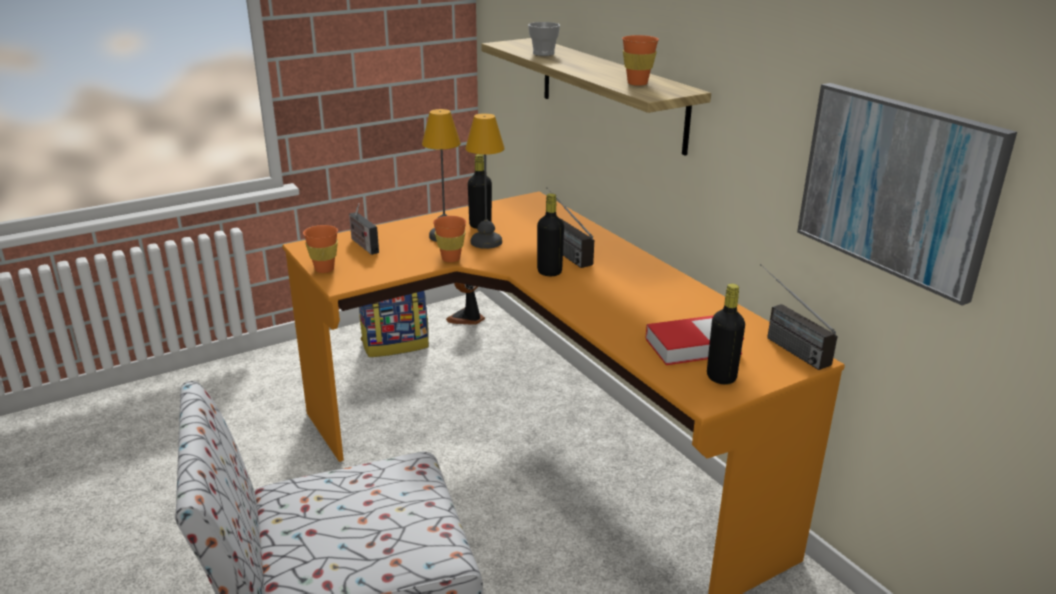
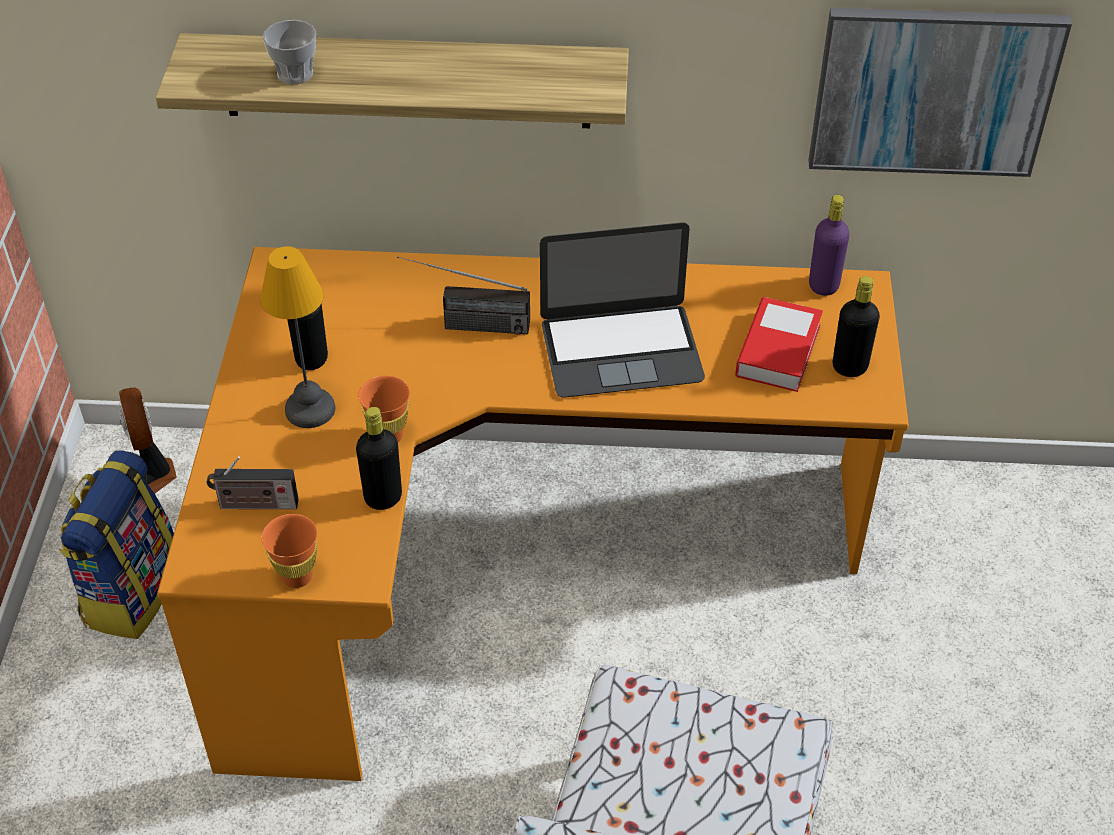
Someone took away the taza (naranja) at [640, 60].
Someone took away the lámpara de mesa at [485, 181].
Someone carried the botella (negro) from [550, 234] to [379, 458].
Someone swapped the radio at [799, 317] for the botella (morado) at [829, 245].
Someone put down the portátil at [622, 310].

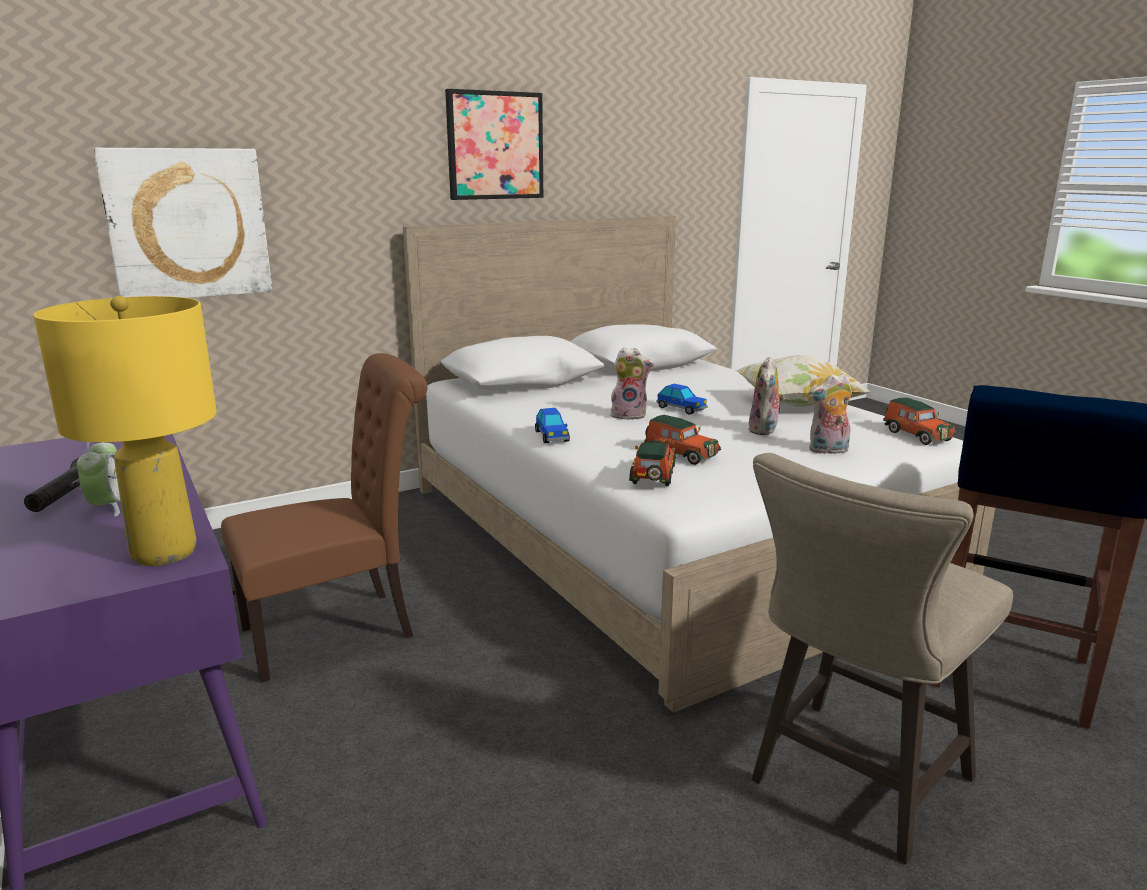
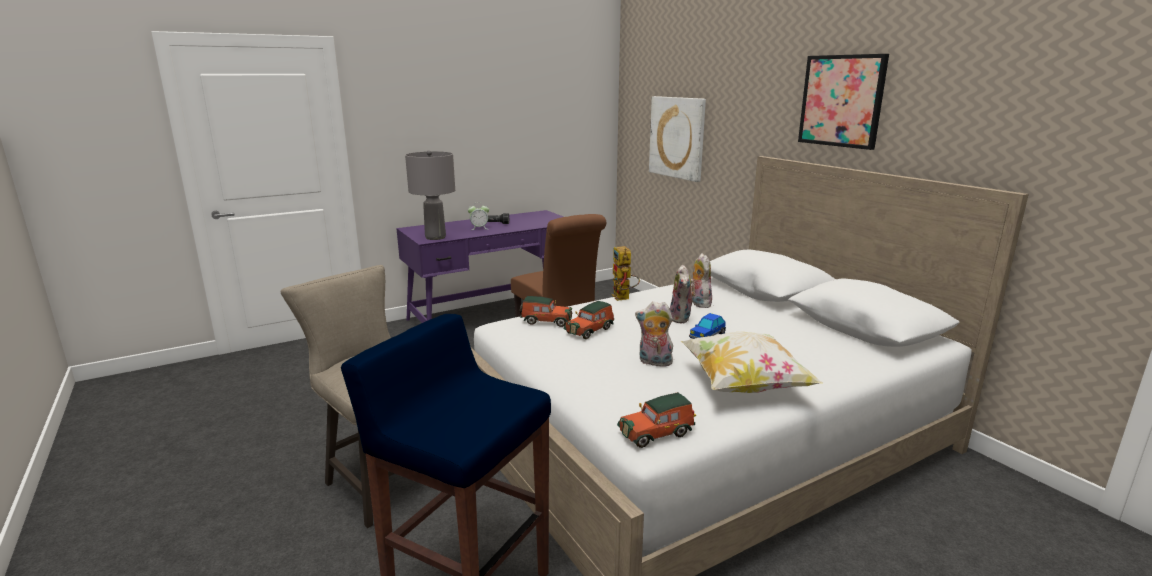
Someone repainted the lámpara de mesa (amarillo) at [125, 431], which became the lámpara de mesa (gris) at [430, 195].
Someone carried the peluche from [830, 414] to [701, 280].
Someone swapped the coche de juguete at [552, 425] for the robot de juguete at [625, 273].

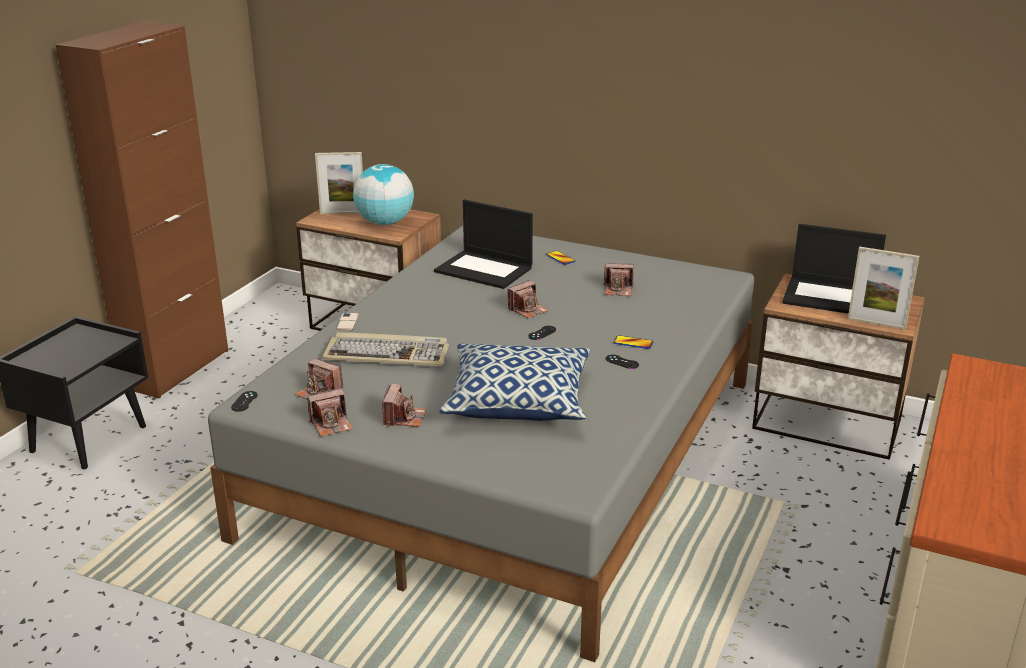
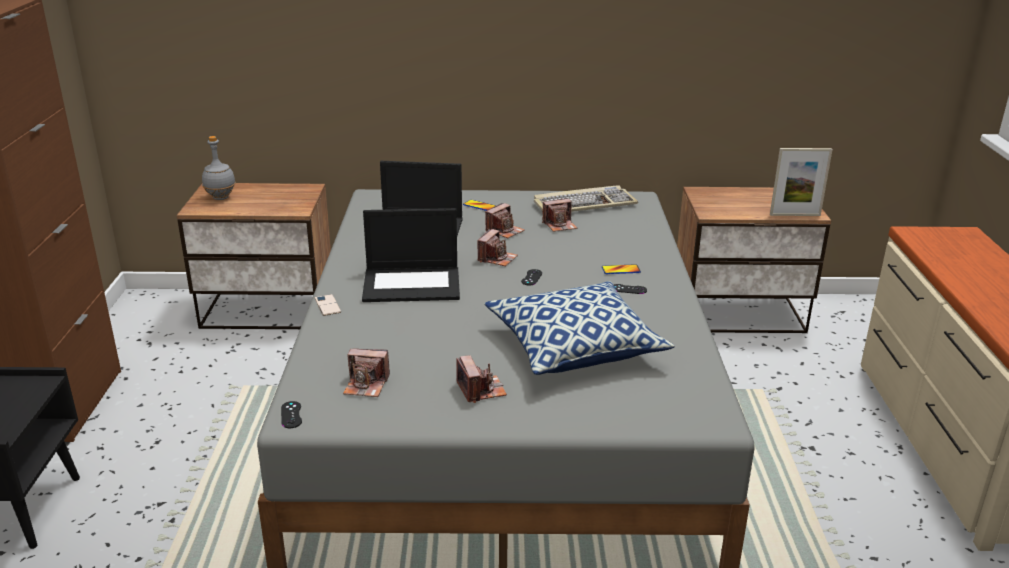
Someone swapped the portarretratos at [339, 183] for the botella (gris) at [219, 168].
Someone took away the globo terráqueo at [383, 194].
Someone carried the portátil from [834, 269] to [411, 255].
Someone carried the teclado from [385, 349] to [586, 198].
Someone carried the cámara from [330, 412] to [505, 220].

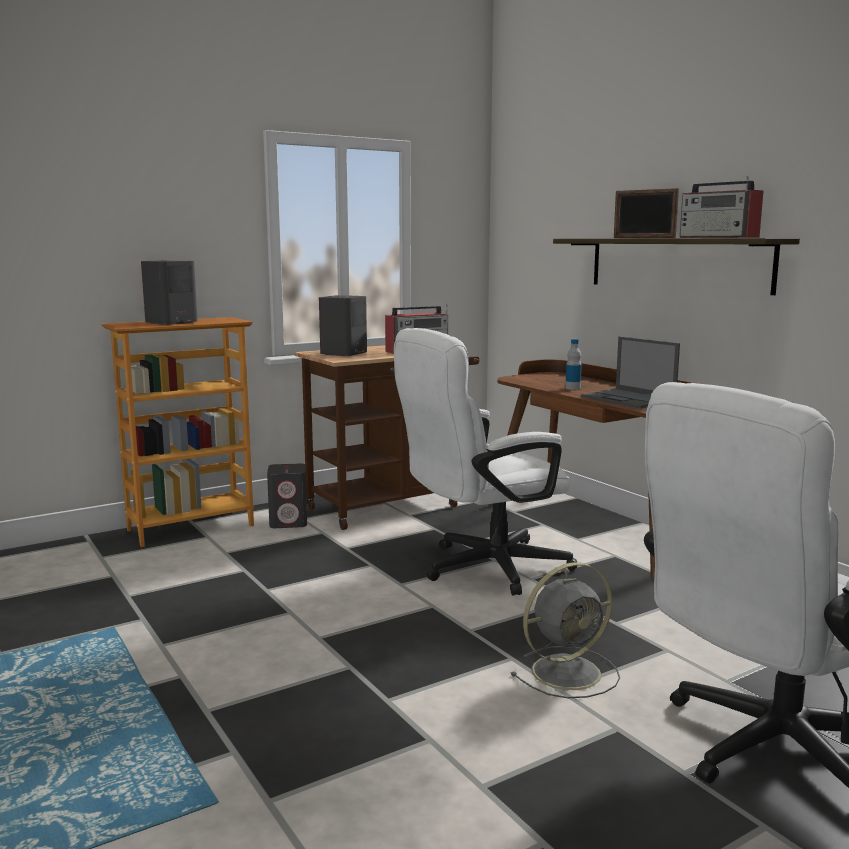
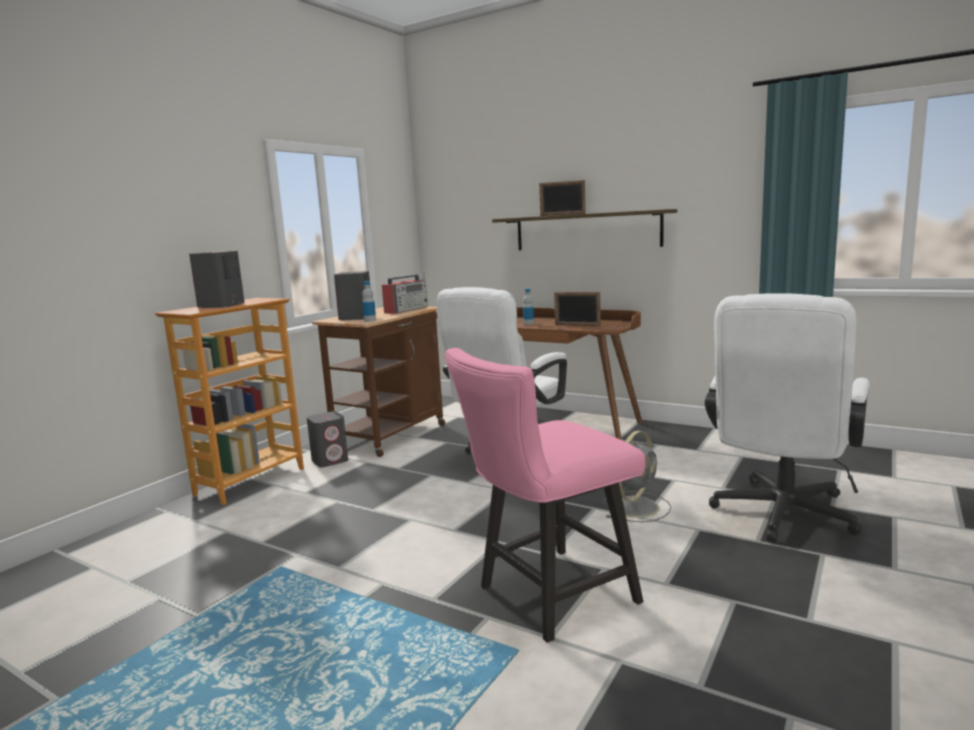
Someone took away the radio at [721, 207].
Someone swapped the portátil at [630, 372] for the portarretratos at [577, 309].
Someone put down the botella at [369, 301].
Someone put down the silla (rosa) at [545, 495].

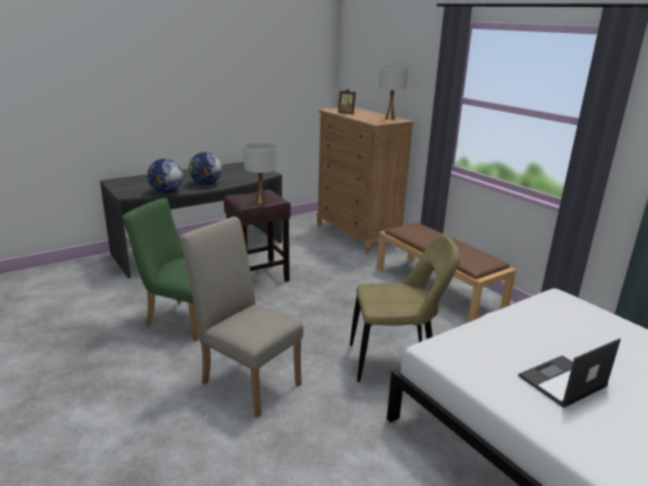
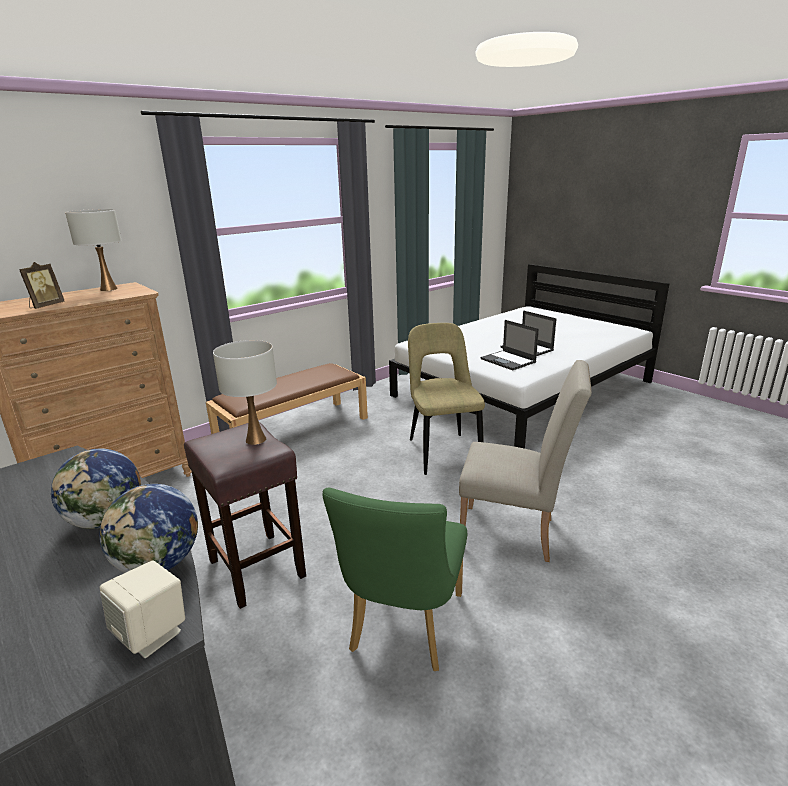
Someone rotated the silla (beis) at [241, 317] by 105 degrees counterclockwise.
Someone put down the portátil at [510, 345].
Someone put down the altavoz (beis) at [142, 609].

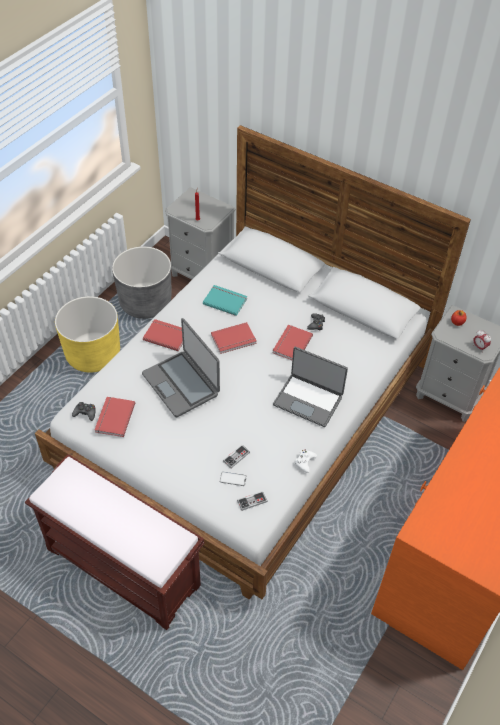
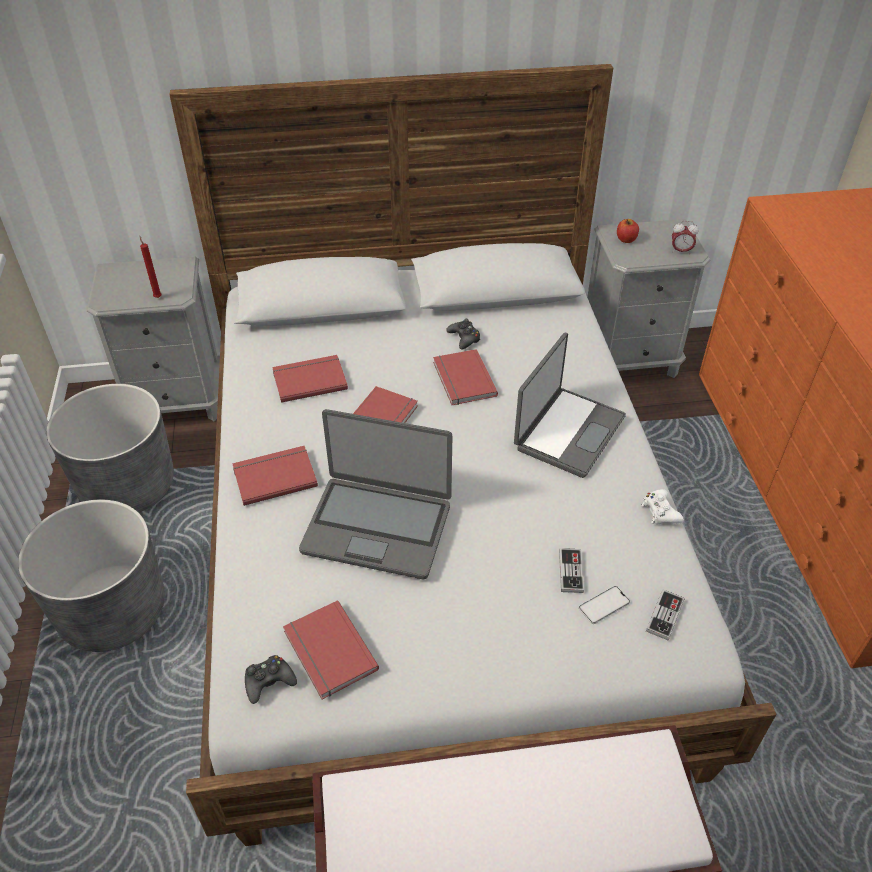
Someone repainted the libro (turquesa) at [225, 300], which became the libro (rojo) at [310, 379].
Someone repainted the maceta (amarillo) at [87, 334], which became the maceta (gris) at [91, 576].
Someone rotated the portátil at [310, 387] by 45 degrees counterclockwise.

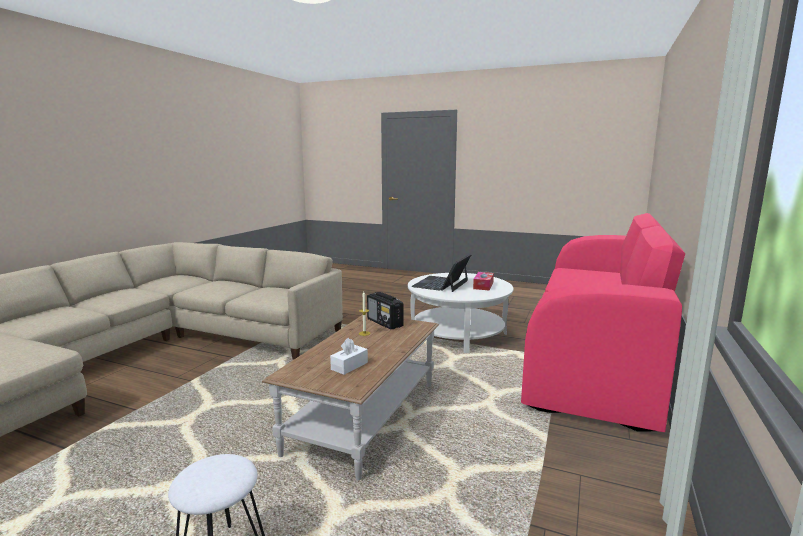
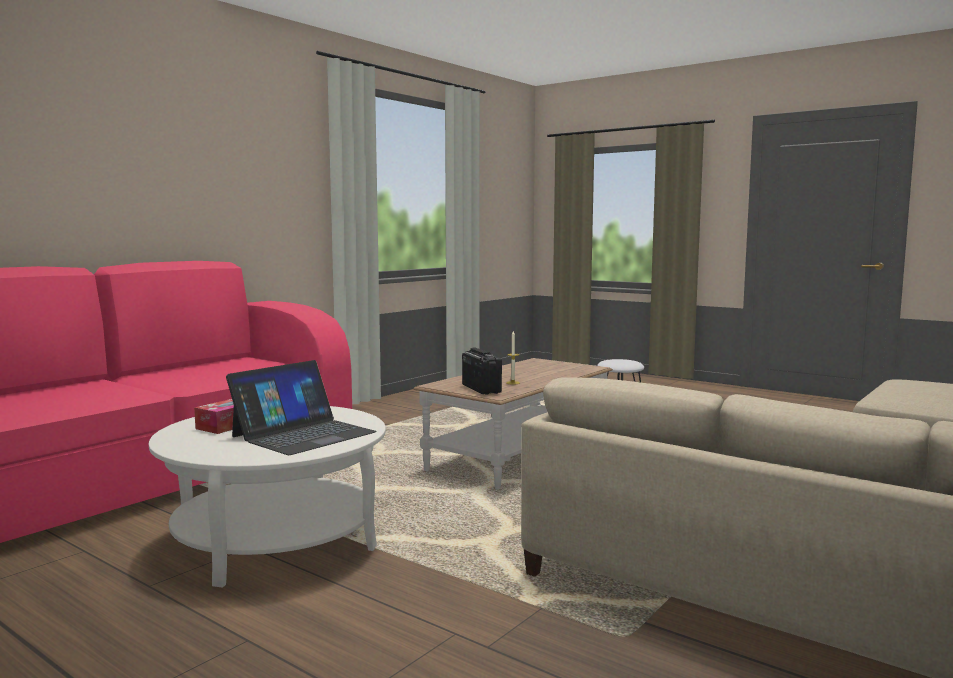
Someone took away the caja de pañuelos (blanco) at [349, 356].

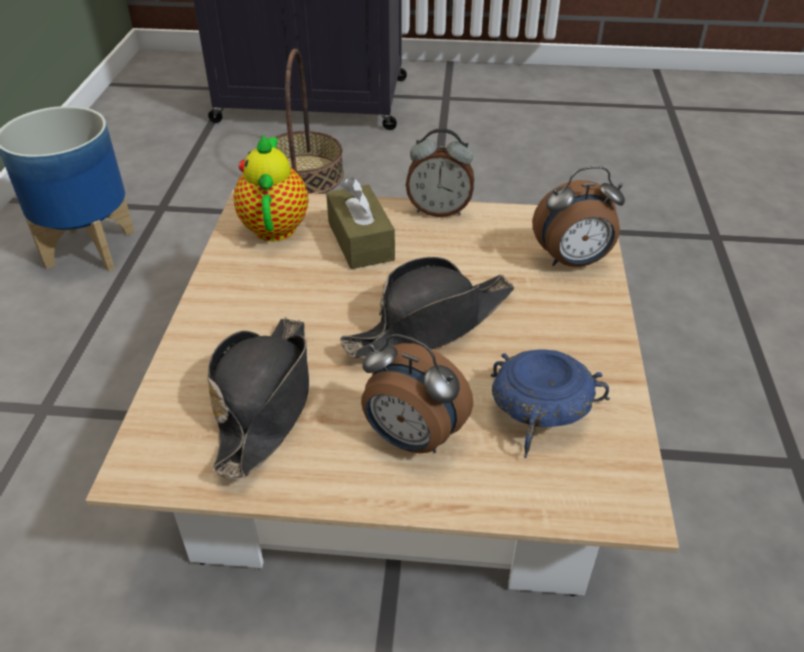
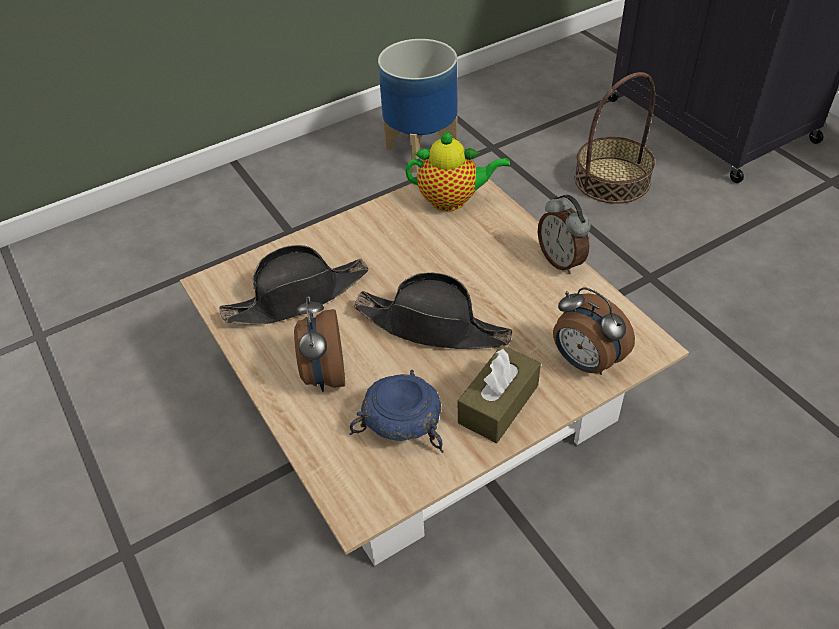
Someone rotated the tetera at [271, 187] by 45 degrees clockwise.
Someone carried the caja de pañuelos (marrón) from [360, 223] to [499, 394].

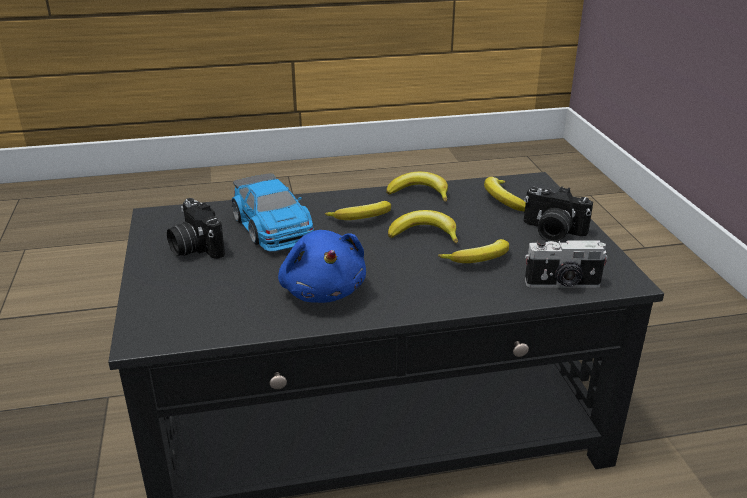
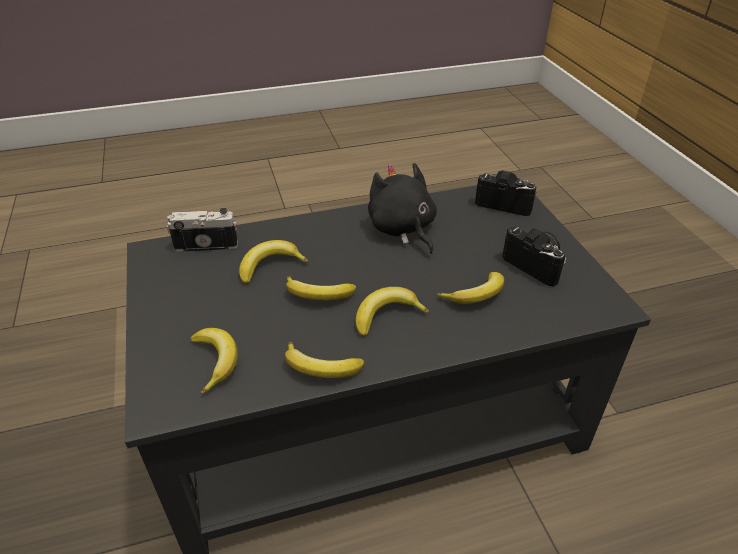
Someone swapped the coche de juguete at [273, 212] for the plátano at [470, 288].
Someone carried the cámara from [558, 214] to [506, 193].
Someone repainted the peluche (azul) at [322, 266], which became the peluche (negro) at [402, 208].

